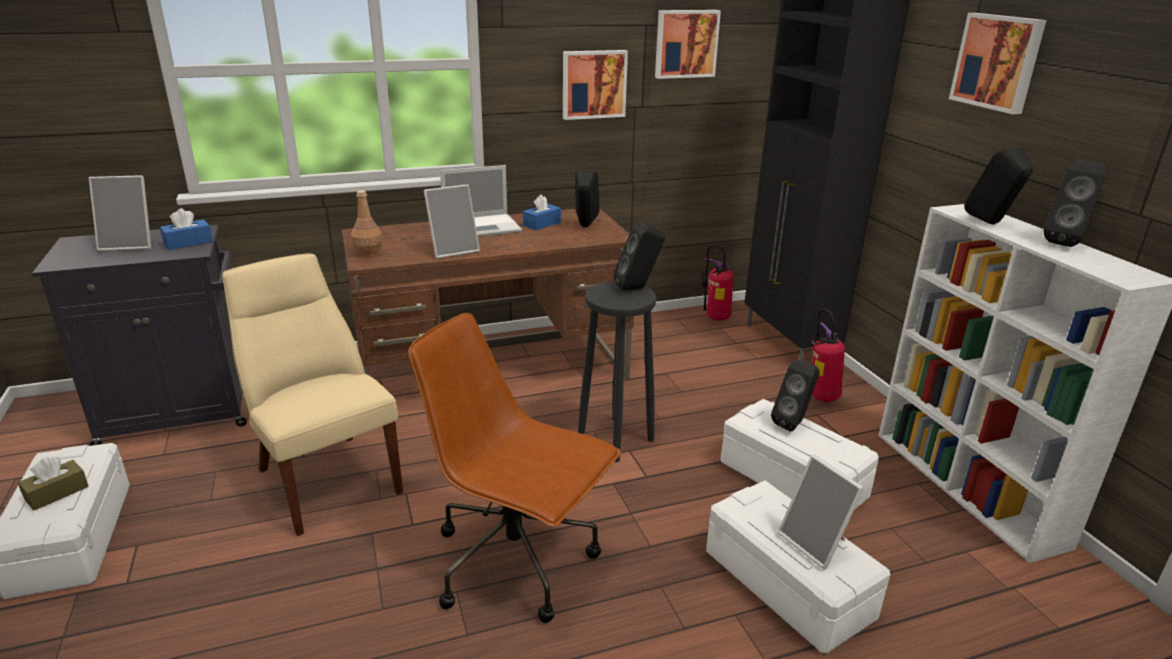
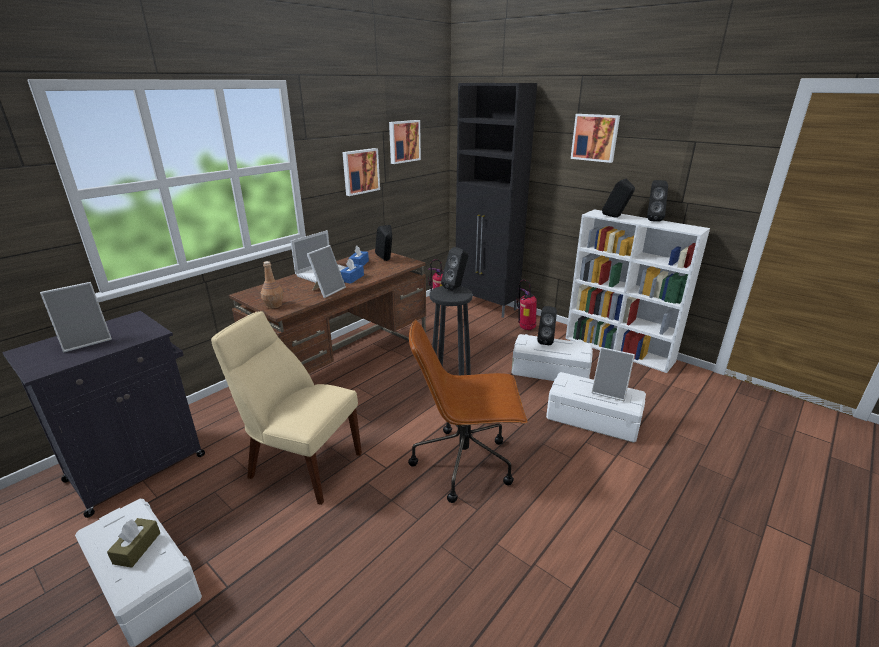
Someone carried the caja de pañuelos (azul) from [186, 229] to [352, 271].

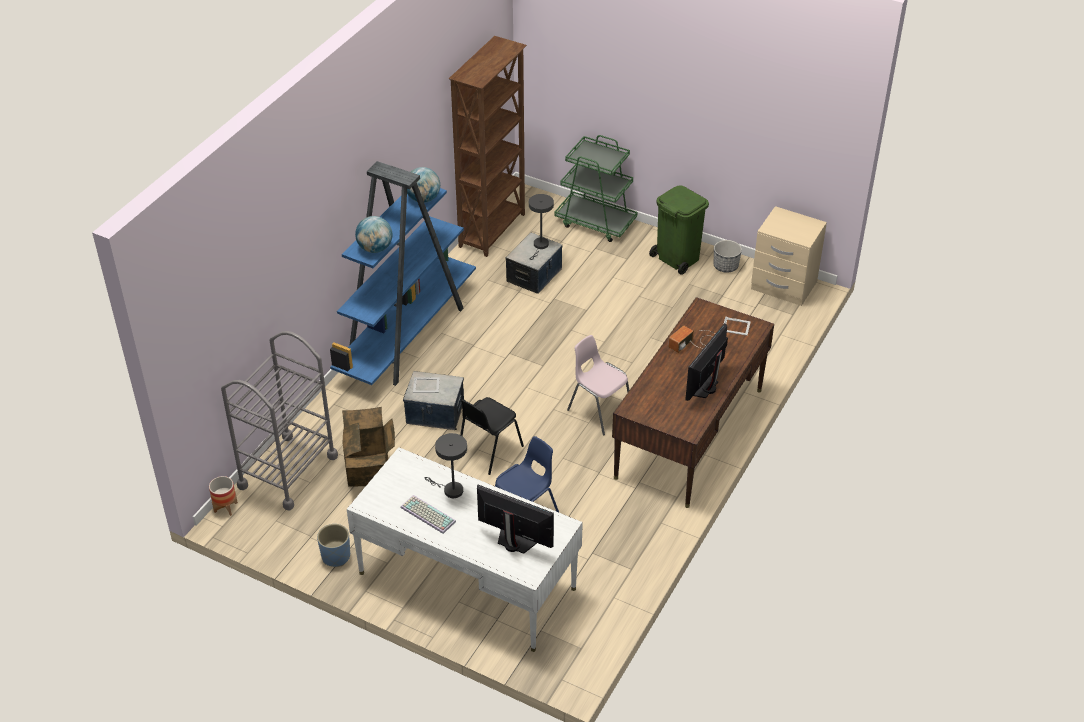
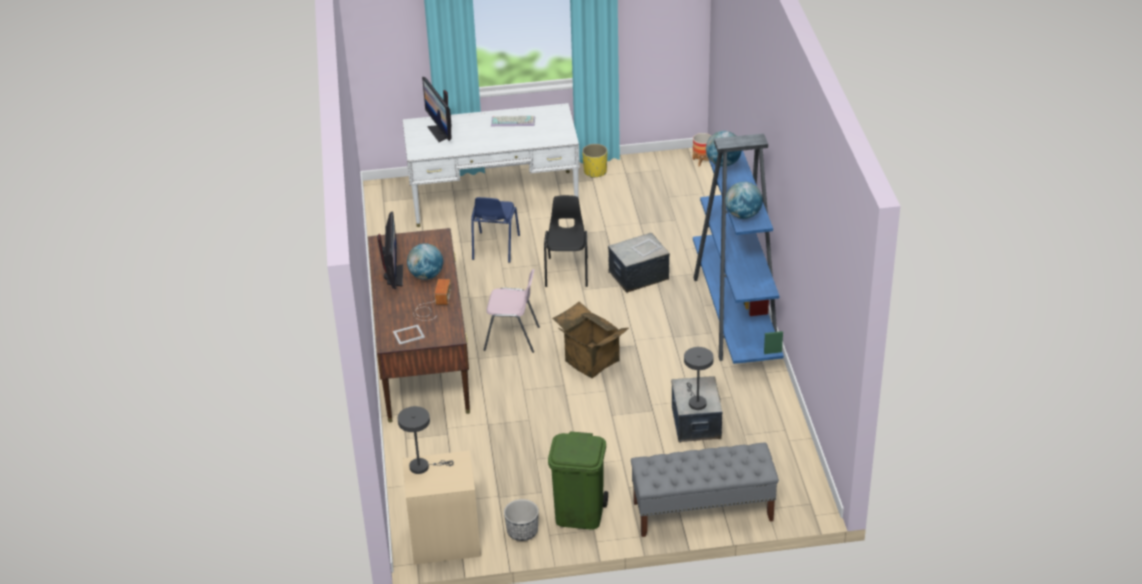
Someone took away the estantería (marrón) at [488, 146].
Someone swapped the carrito (verde) at [595, 188] for the banco (gris) at [705, 489].
Someone took away the carrito (gris) at [279, 421].
Someone carried the caja de cartón from [368, 447] to [590, 340].
Someone carried the lámpara de mesa (gris) from [446, 465] to [426, 440].
Someone rotated the monitor at [515, 519] by 75 degrees clockwise.
Someone repainted the maceta (azul) at [333, 545], which became the maceta (amarillo) at [594, 161].
Someone put down the globo terráqueo at [425, 261].

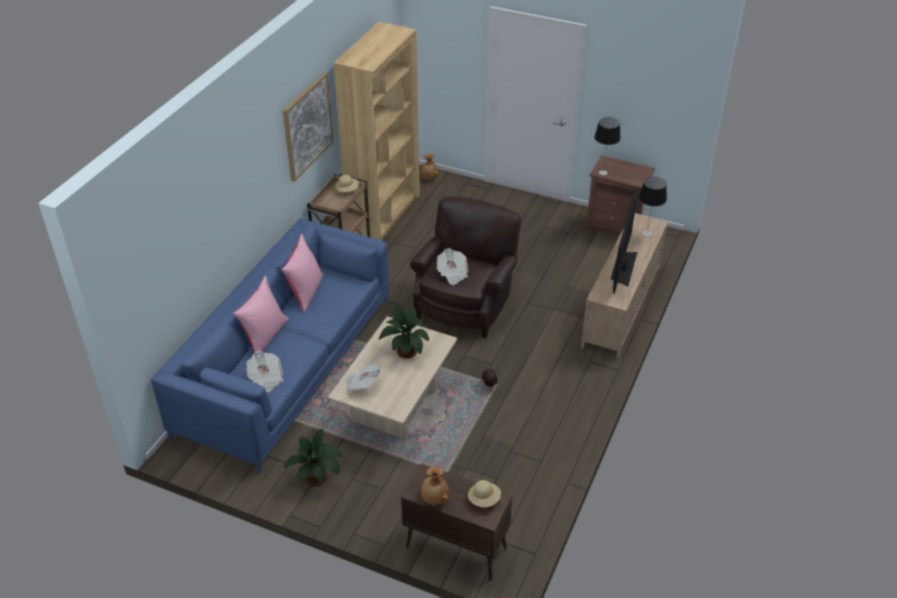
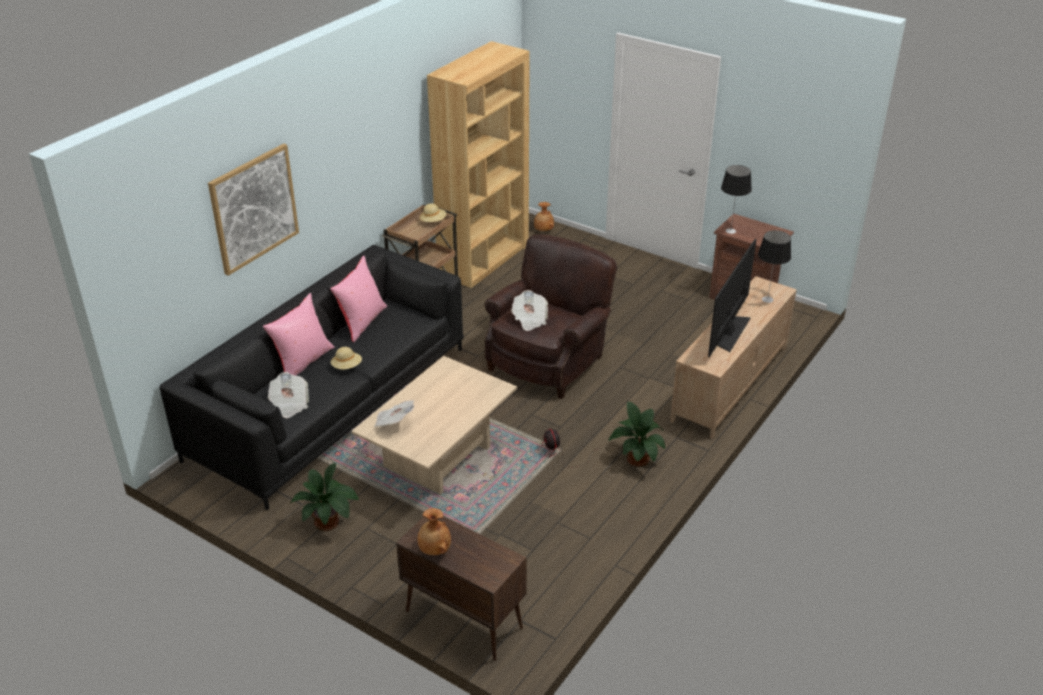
Someone carried the cuadro from [308, 127] to [253, 209].
Someone repainted the sofá (azul) at [270, 346], which became the sofá (negro) at [312, 377].
Someone carried the planta en maceta from [404, 331] to [636, 433].
Someone carried the sombrero (beis) from [484, 493] to [346, 358].

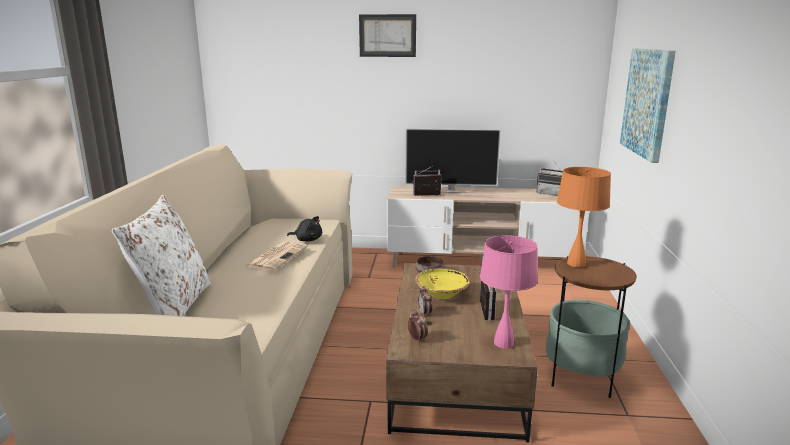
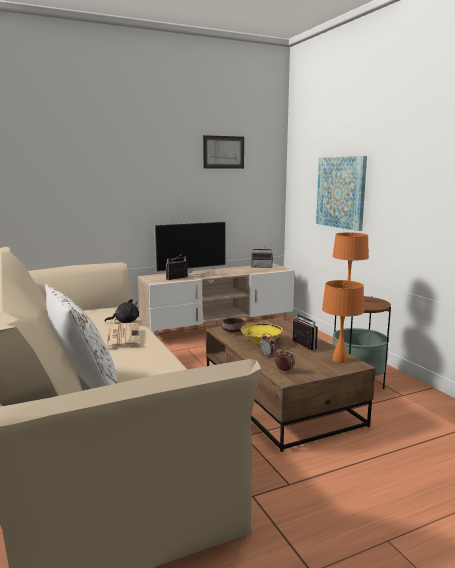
Someone carried the cuadro from [387, 35] to [223, 152].
Someone repainted the lámpara de mesa (rosa) at [509, 291], which became the lámpara de mesa (naranja) at [343, 321].

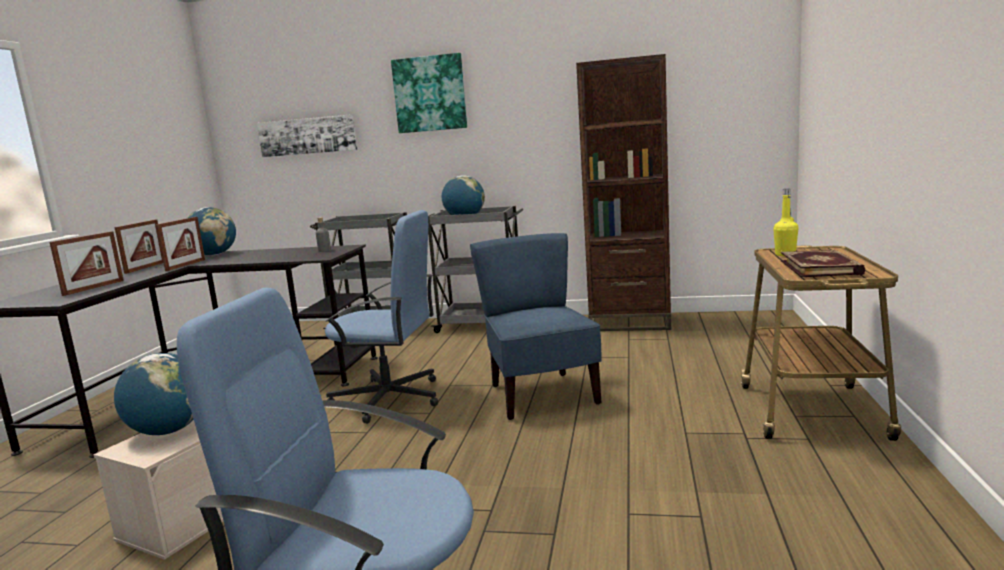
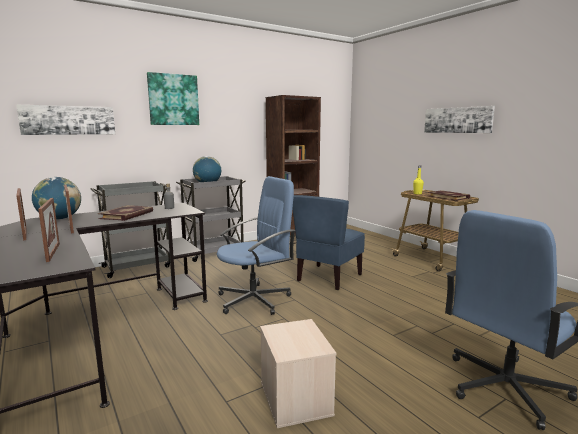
Someone rotated the silla (azul) at [536, 326] by 90 degrees counterclockwise.
Someone took away the globo terráqueo at [154, 394].
Someone put up the cuadro at [459, 119].
Someone put down the libro at [125, 213].

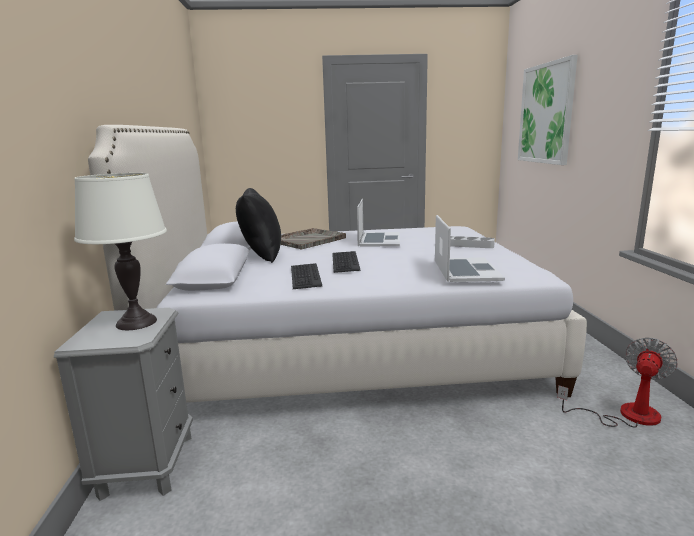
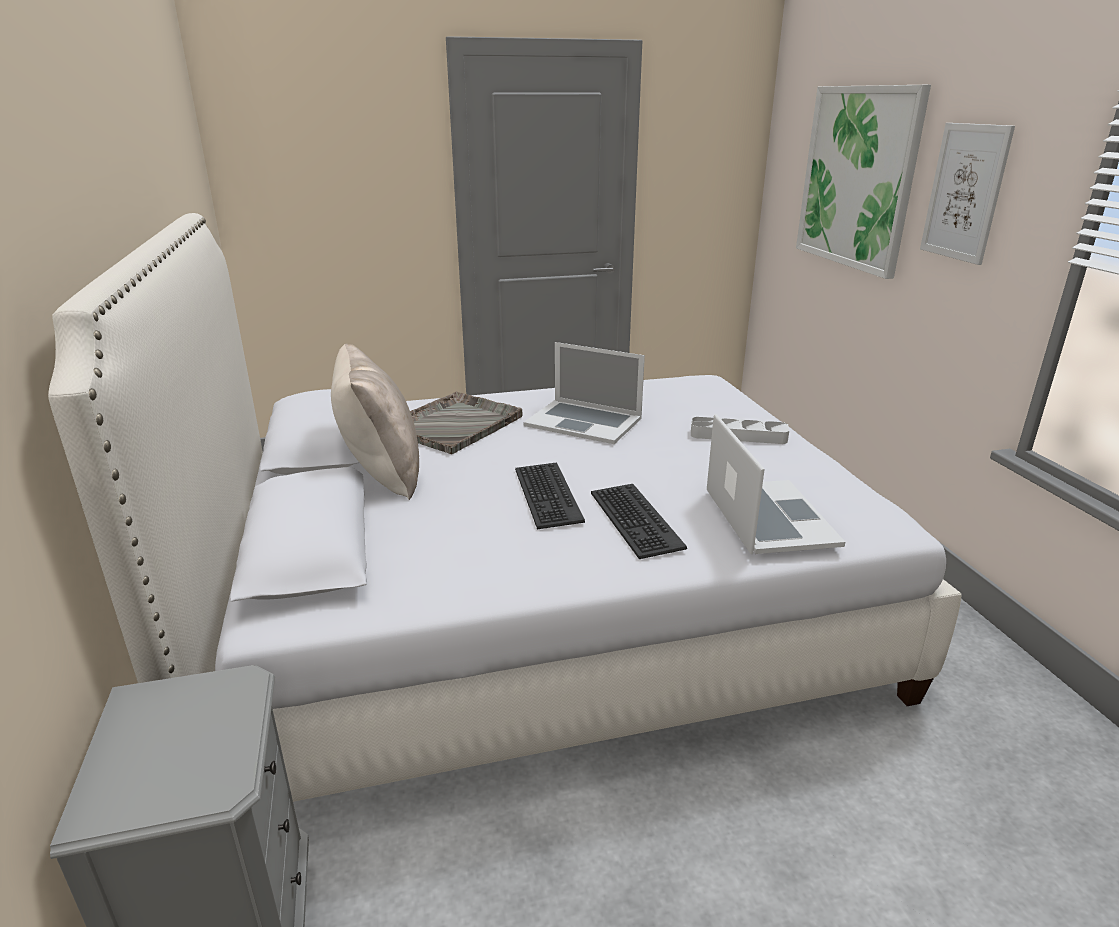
Someone took away the lámpara de mesa (blanco) at [120, 251].
Someone repainted the cojín (negro) at [258, 225], which became the cojín (beis) at [375, 422].
Someone rotated the portátil at [378, 222] by 120 degrees clockwise.
Someone carried the teclado from [306, 276] to [639, 521].
Someone took away the ventilador at [617, 383].
Someone put up the cuadro at [967, 194].

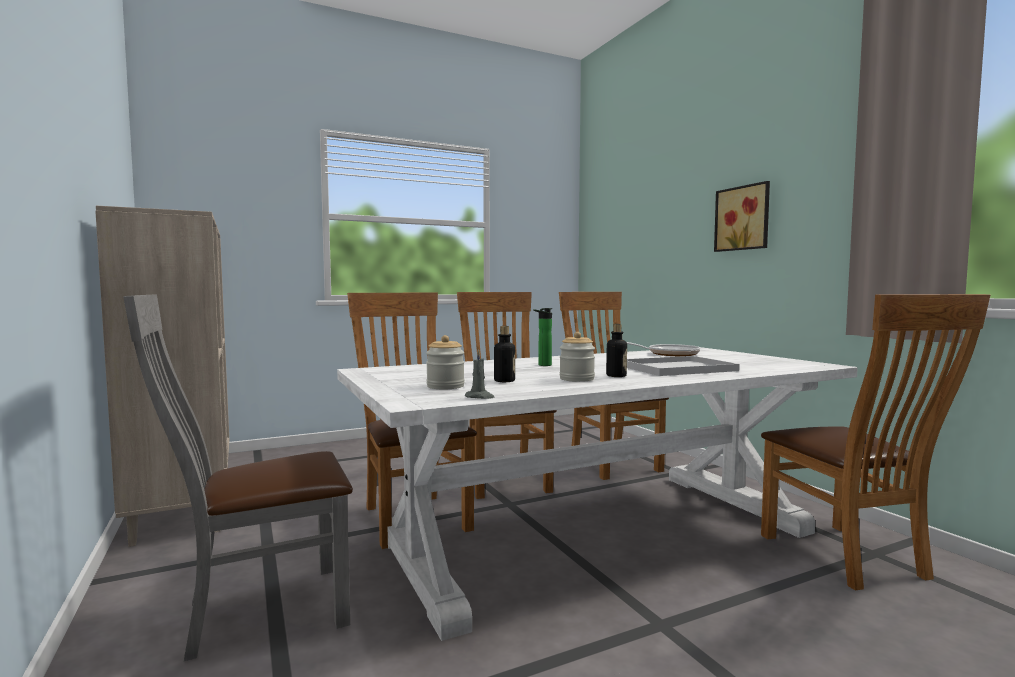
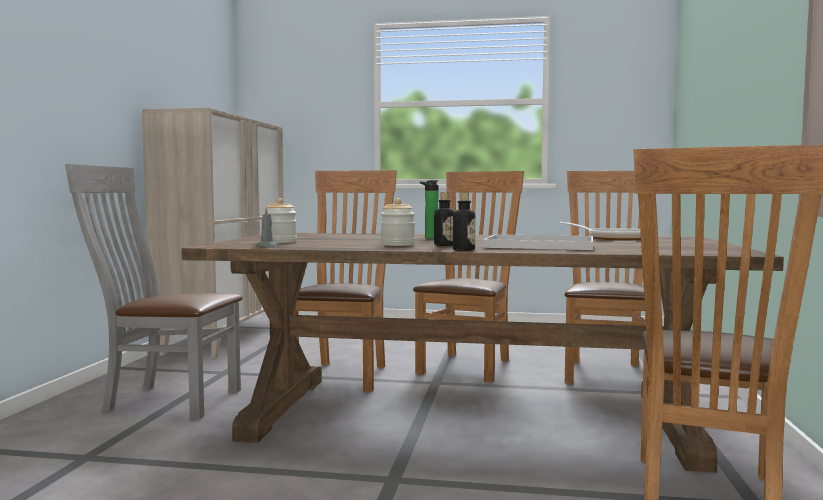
Someone took away the cuadro at [742, 216].
Someone carried the botella from [504, 354] to [464, 221].
Someone repainted the mesa de comedor (blanco) at [597, 494], which became the mesa de comedor (marrón) at [482, 353].

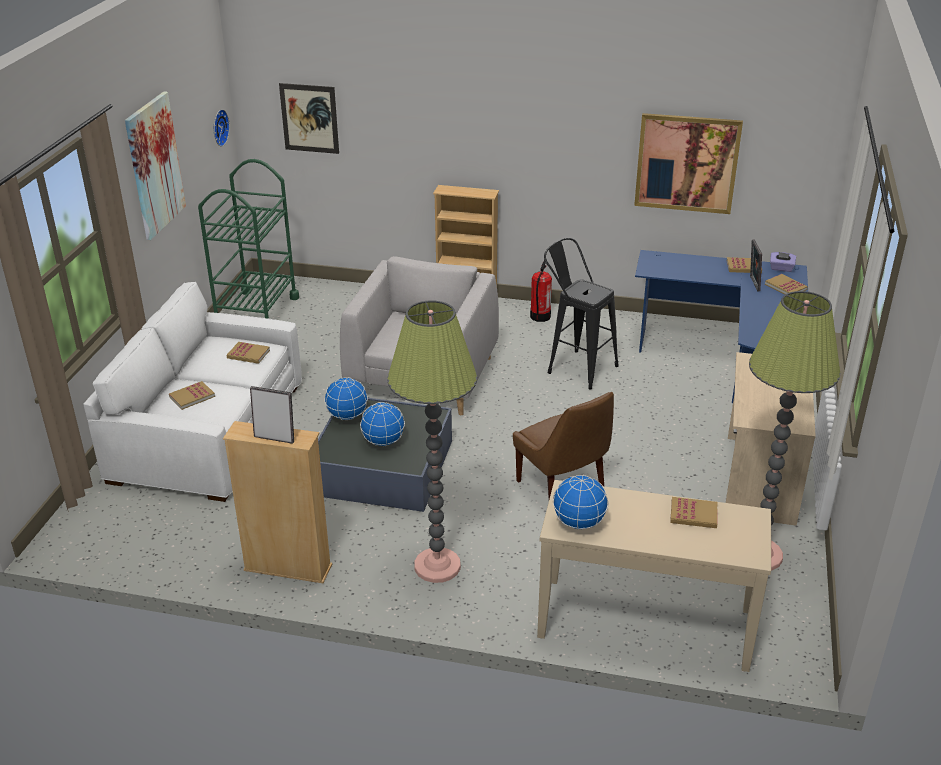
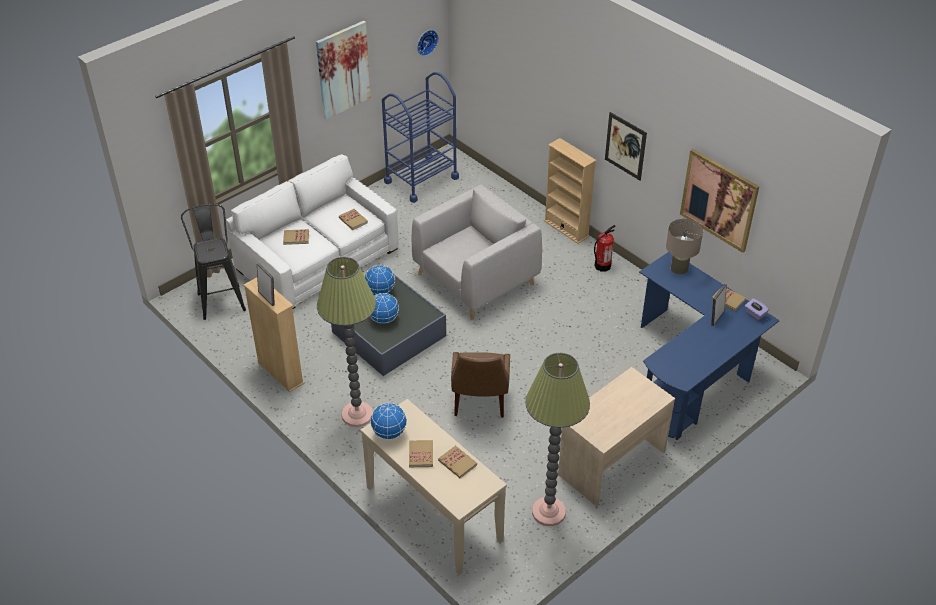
Someone carried the cuadro from [309, 118] to [626, 146].
Someone repainted the carrito (verde) at [248, 239], which became the carrito (azul) at [420, 137].
Someone carried the taburete (negro) from [581, 313] to [213, 262].
Someone carried the libro from [786, 284] to [421, 453].
Someone put down the lámpara de mesa (beis) at [684, 247].

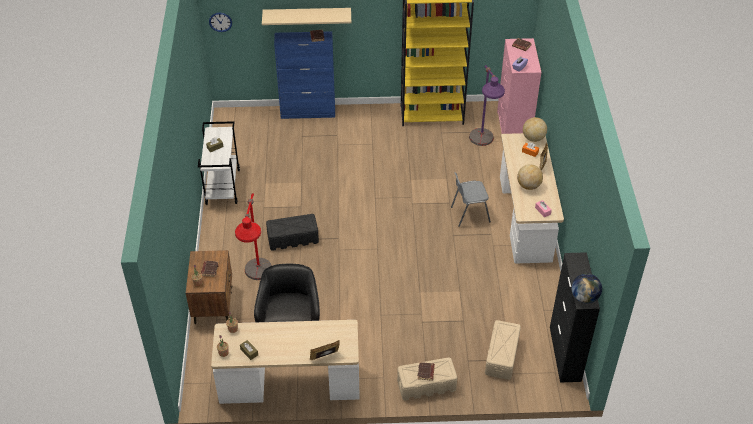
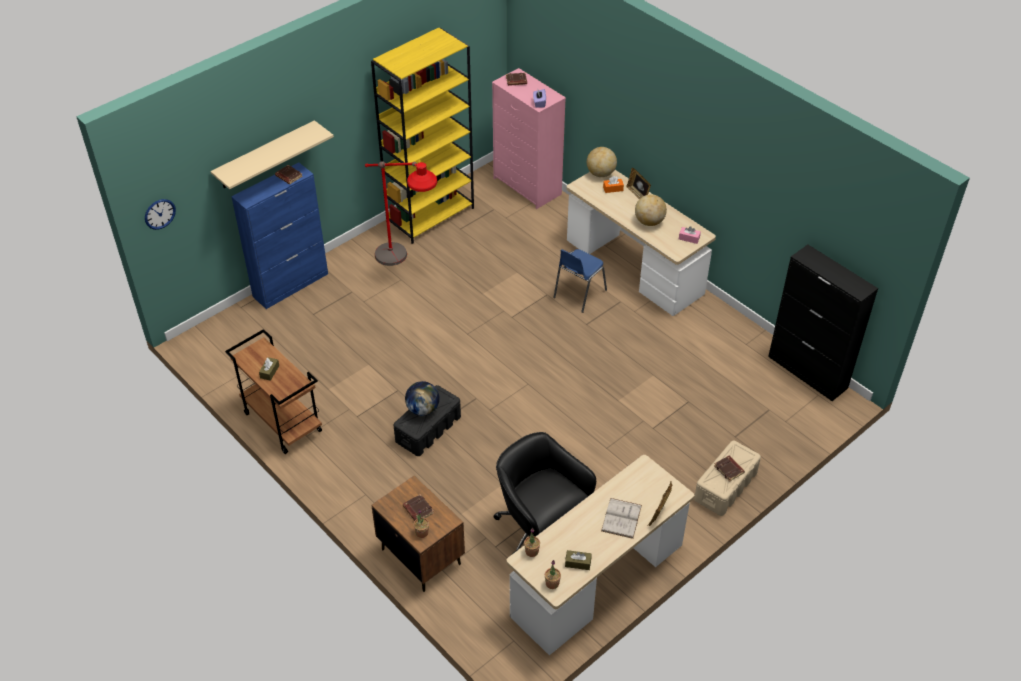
Someone took away the lámpara de pie (morado) at [487, 105].
Someone repainted the carrito (blanco) at [219, 163], which became the carrito (marrón) at [273, 391].
Someone repainted the silla (gris) at [471, 199], which became the silla (azul) at [580, 281].
Someone carried the lámpara de pie (rojo) from [253, 236] to [401, 213].
Someone carried the globo terráqueo from [587, 288] to [422, 398].
Someone took away the caja de almacenaje (beis) at [503, 350].
Someone put down the libro (blanco) at [621, 518].

